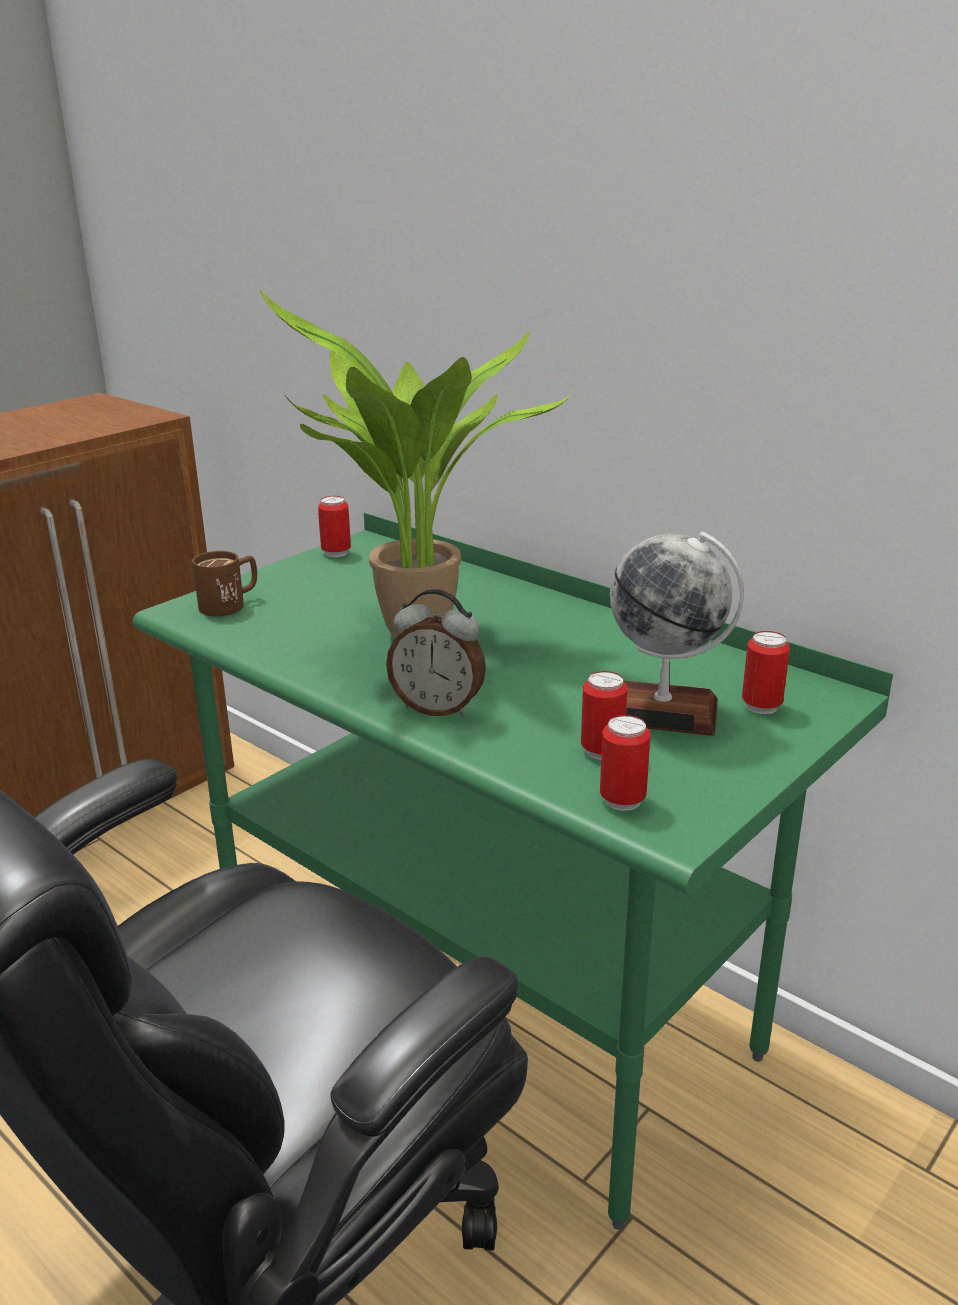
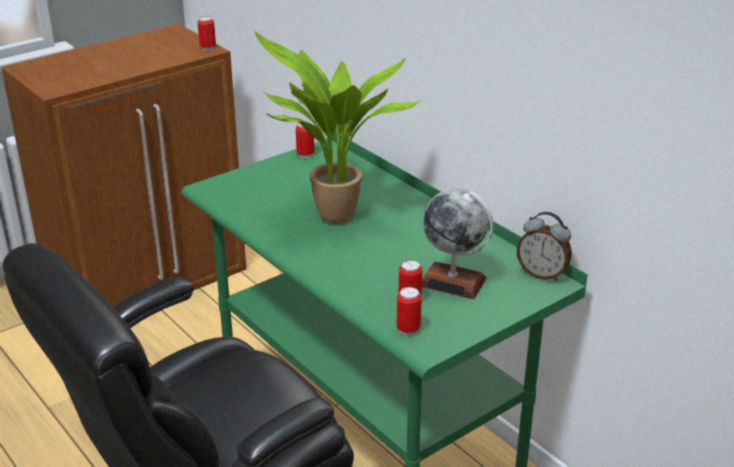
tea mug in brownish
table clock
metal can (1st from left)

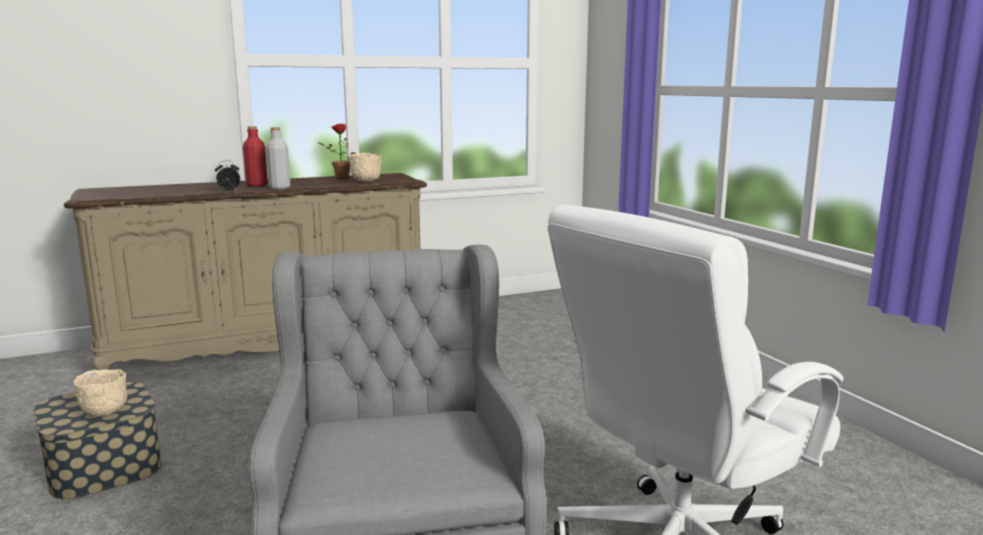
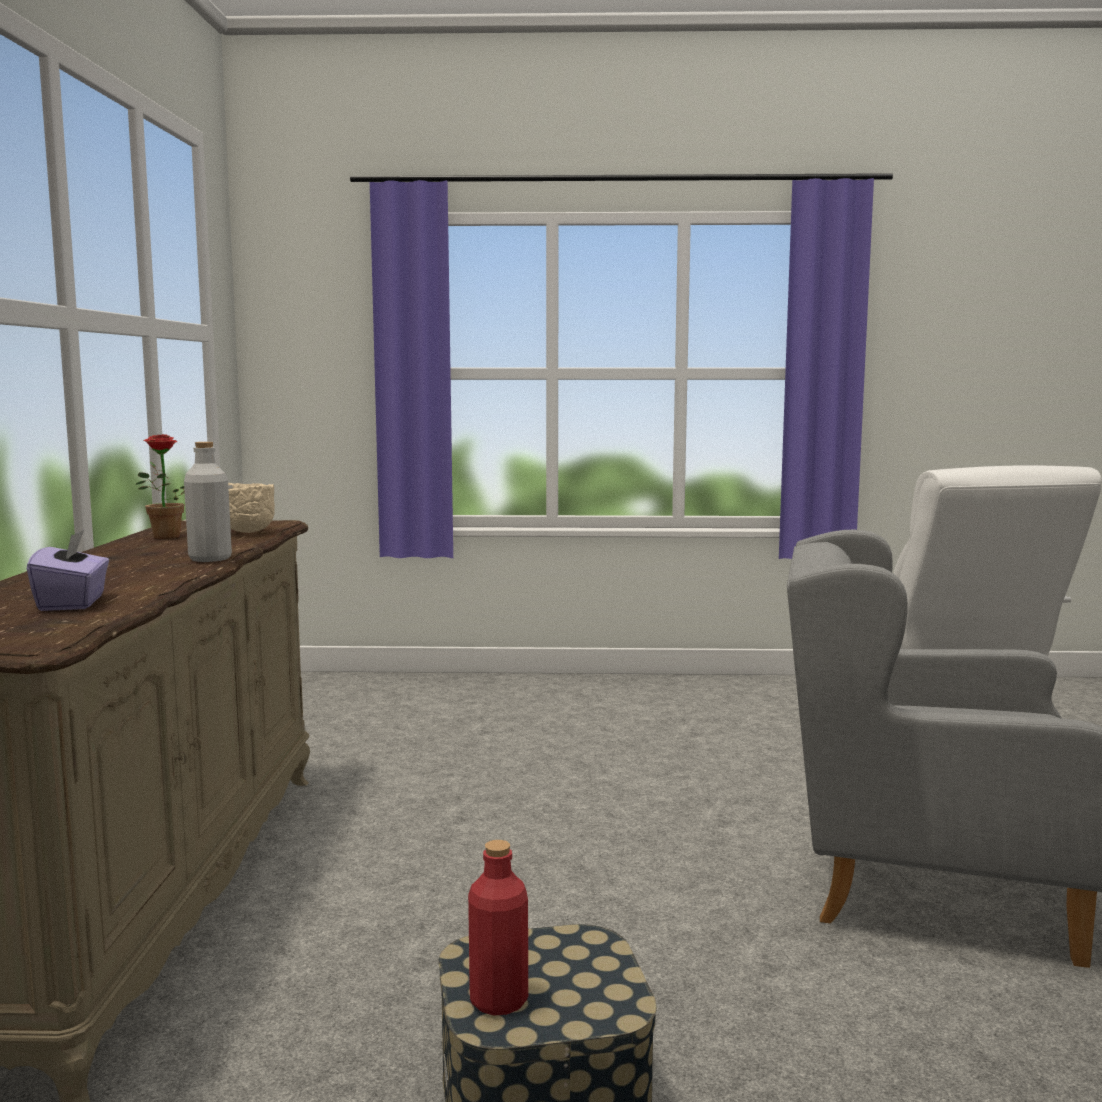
serving bowl in beige-coloured (1st from left in the first image)
table clock
bottle in red-coloured
tissue box in purplish

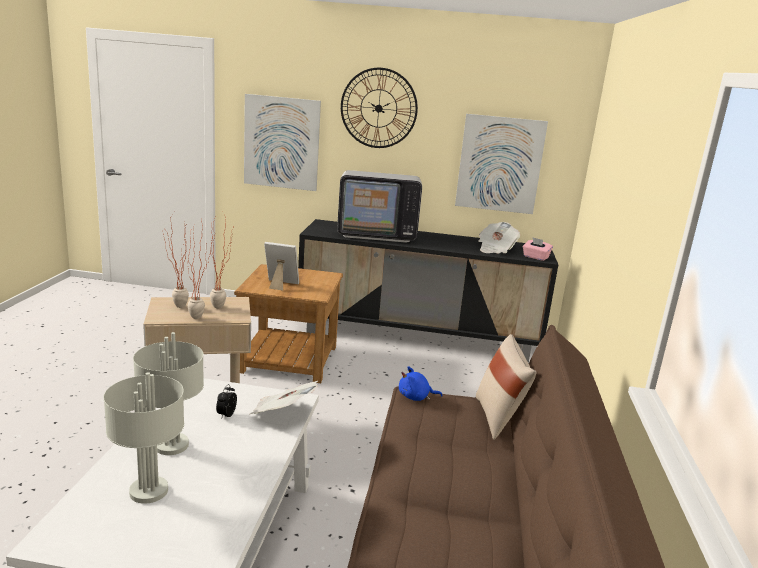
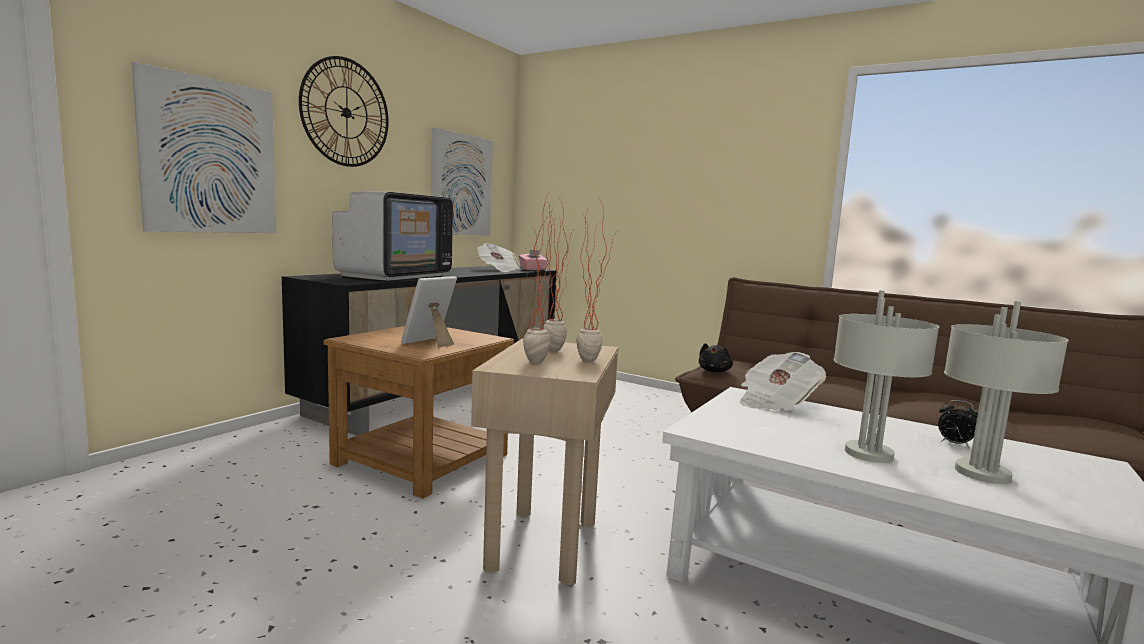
table clock
soft toy in blackish
throw pillow in beige-coloured

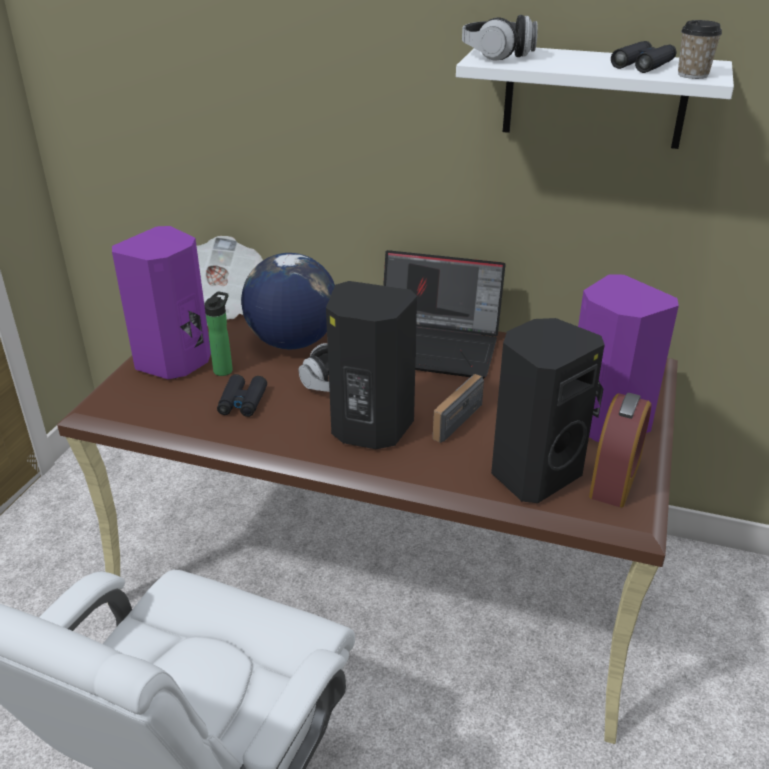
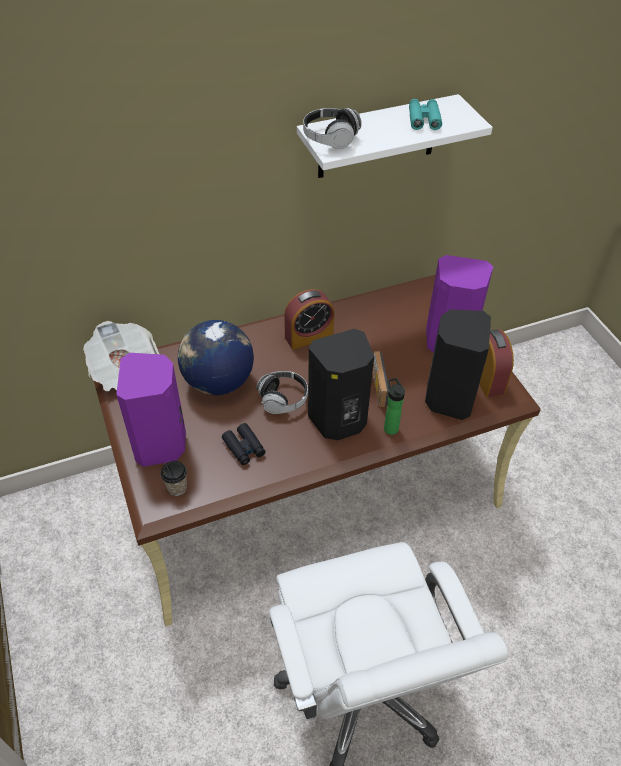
bottle
table clock (1st from left)
field glasses in blue-green
cup

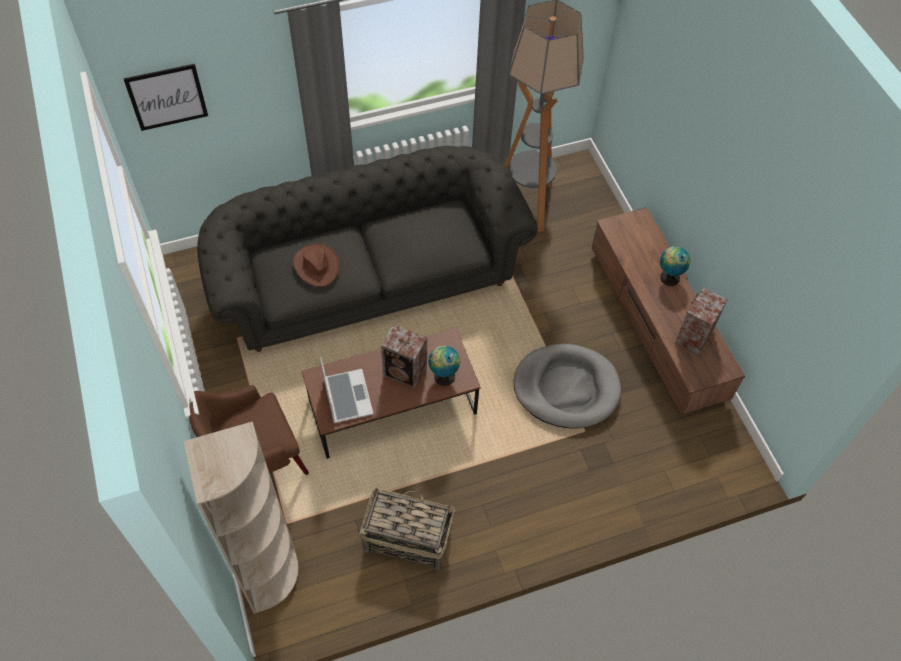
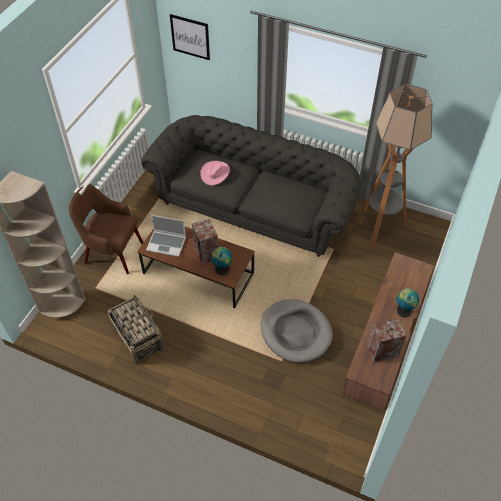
wearable hat in pink
laptop

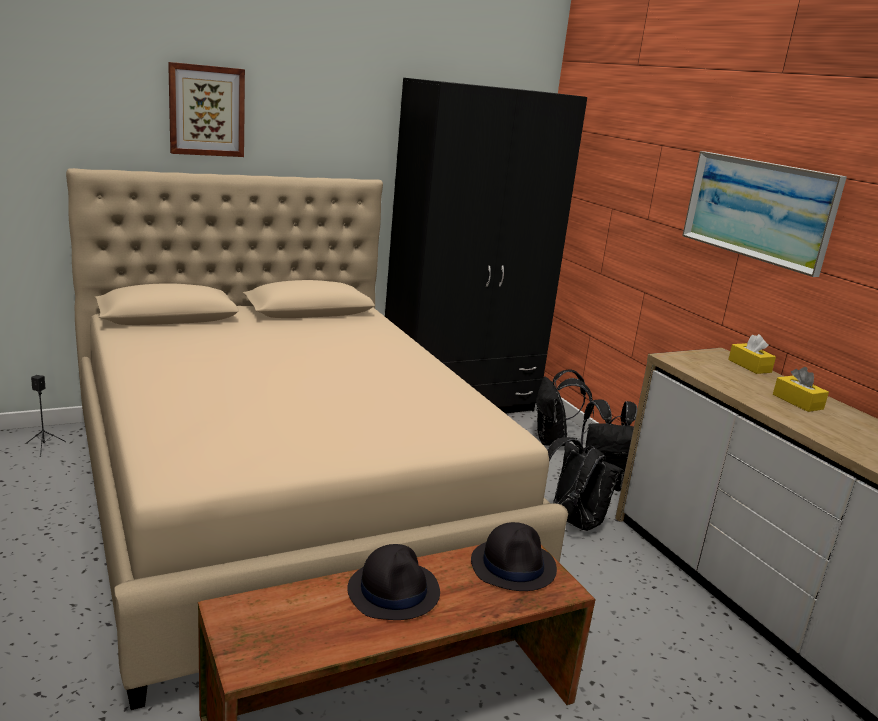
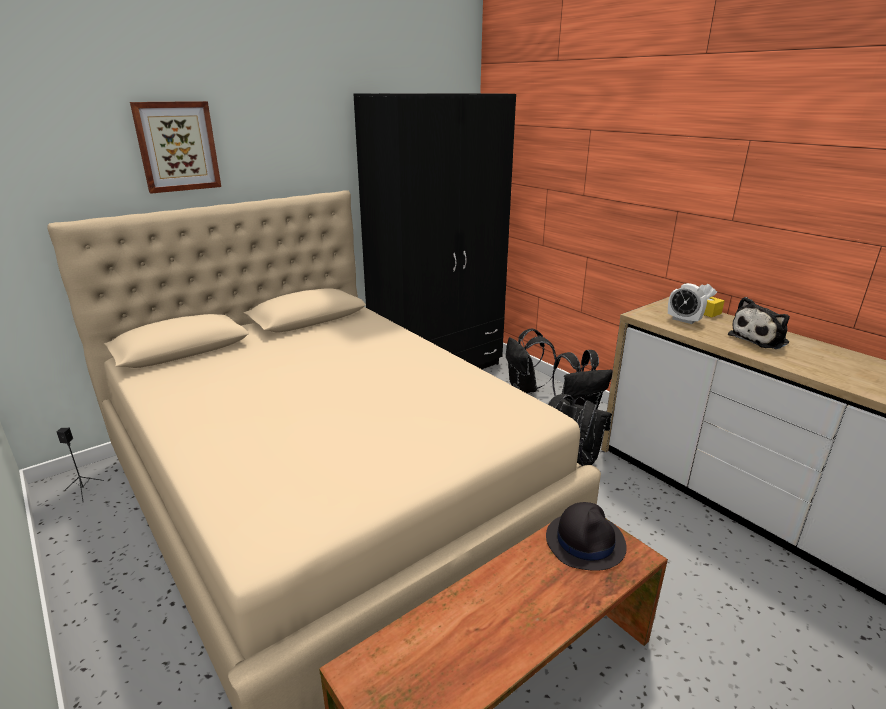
wearable hat in blackish (1st from left in the first image)
wall picture (2nd from left in the first image)
soft toy
table clock

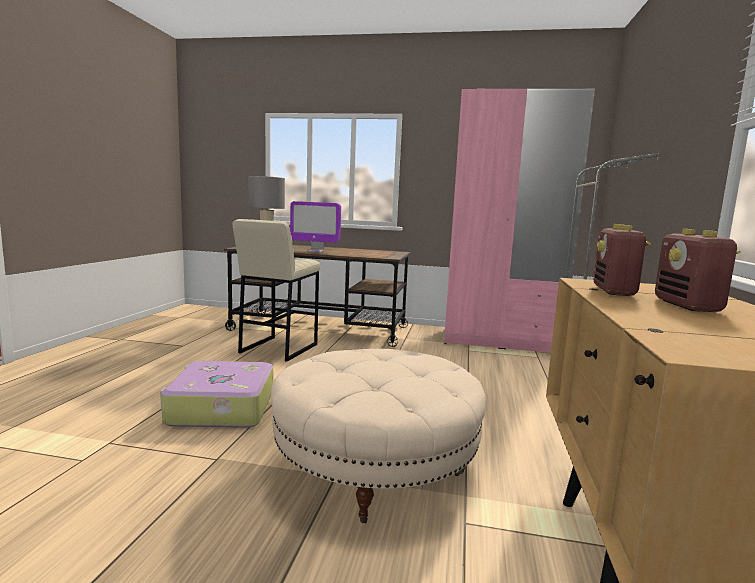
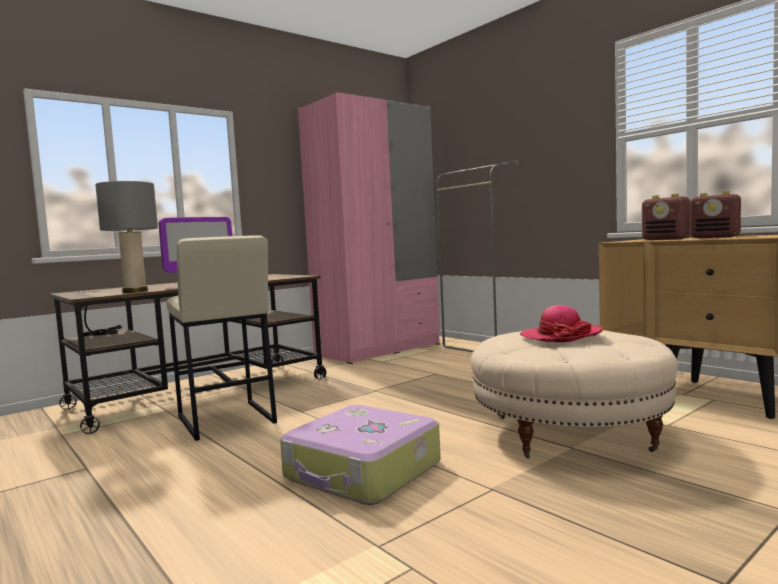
wearable hat

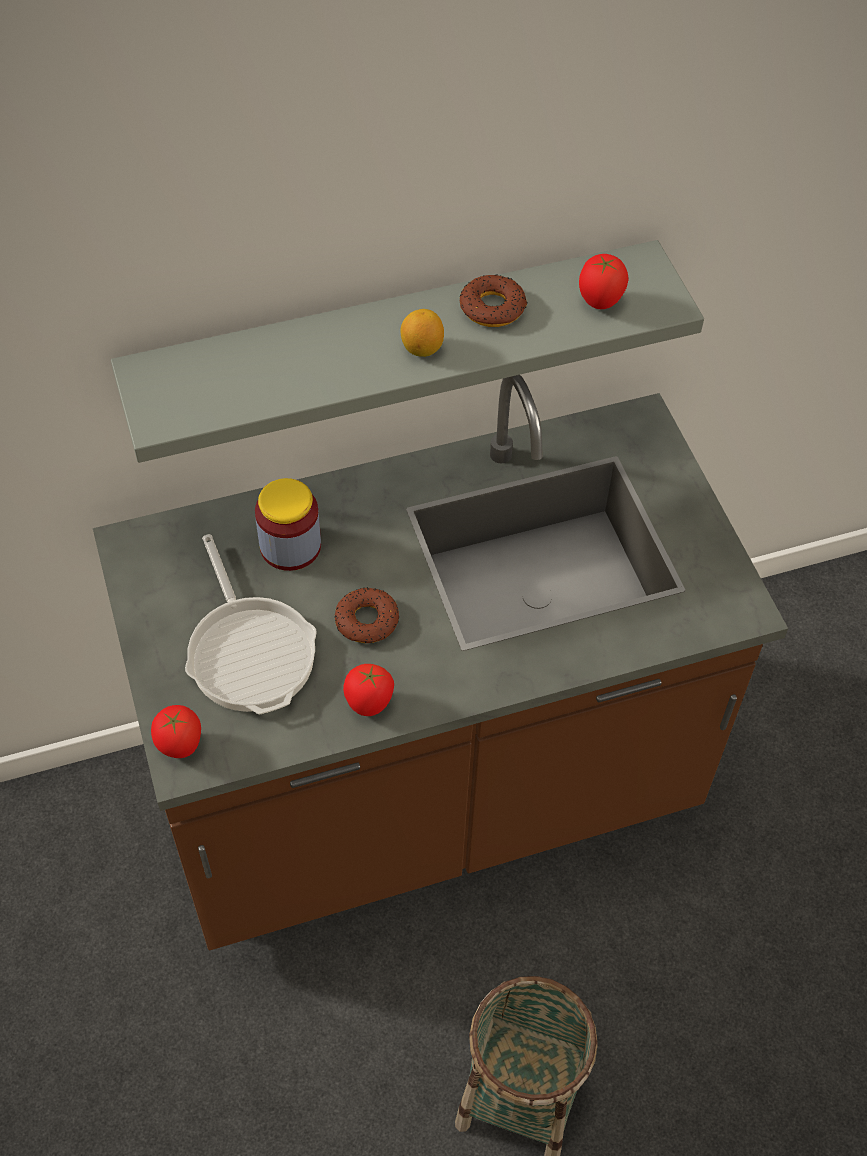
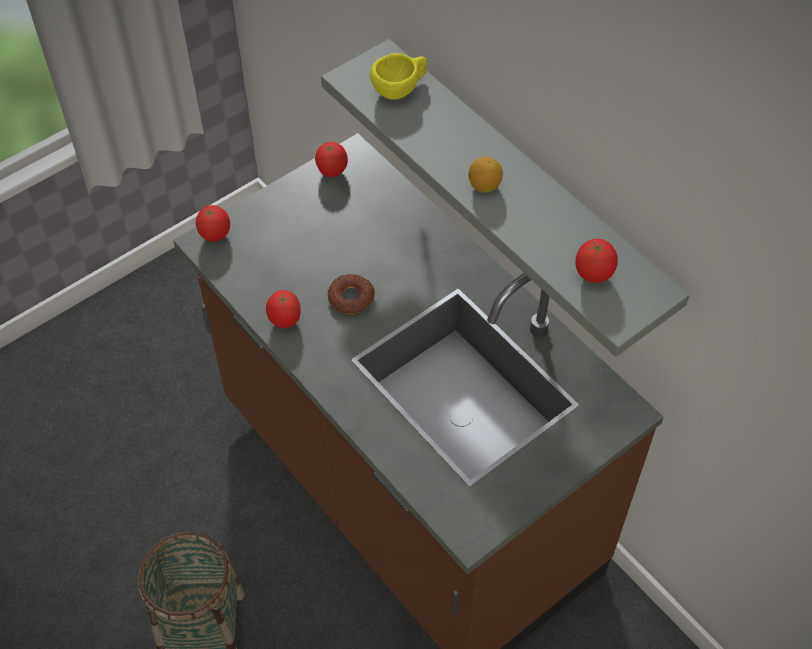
skillet
jar
ring doughnut (2nd from left in the first image)
tomato (3rd from left)
cup in yellow-coloured

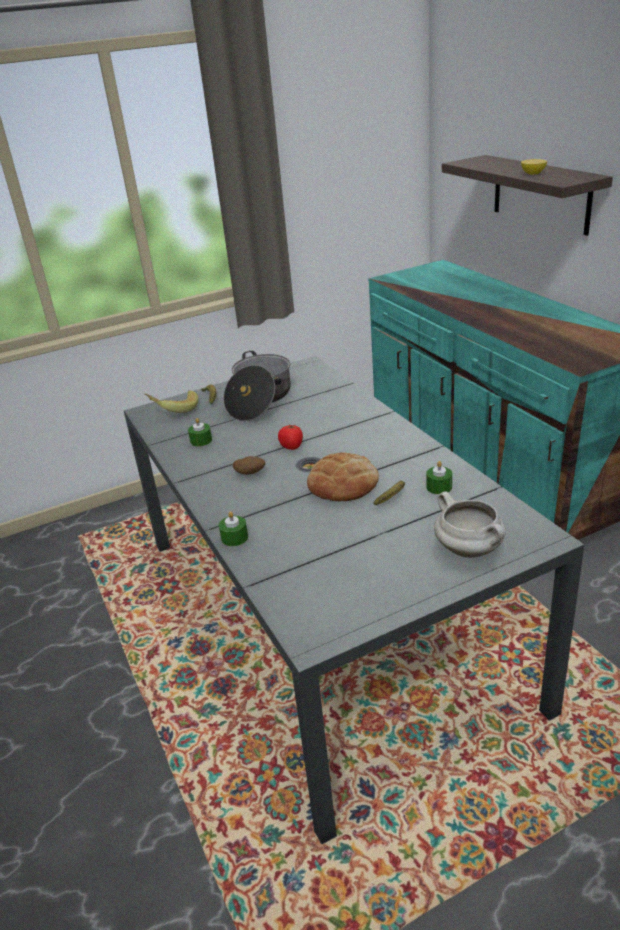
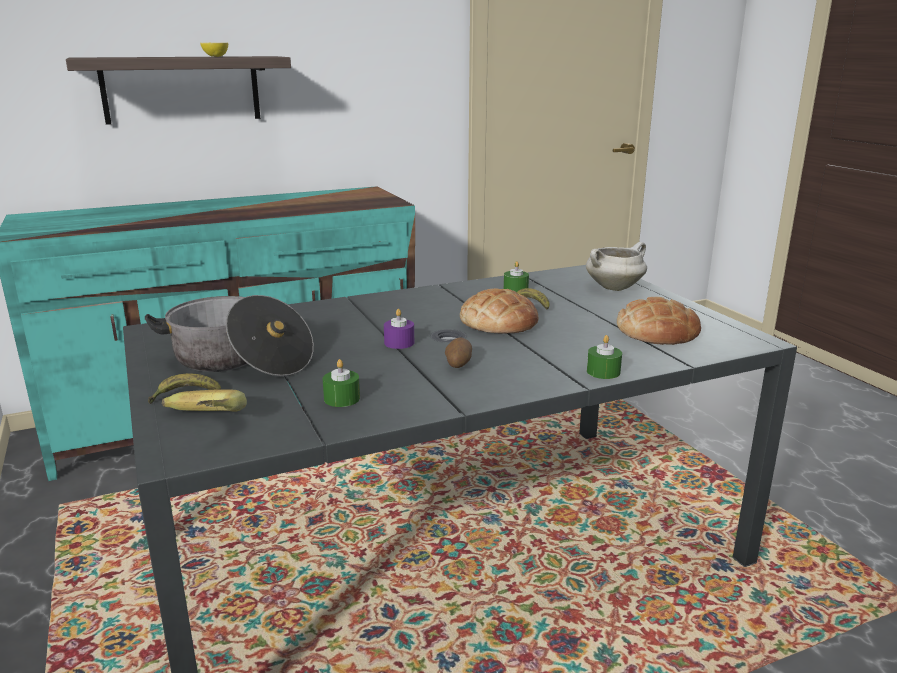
wax light in purplish
bread (2nd from left)

